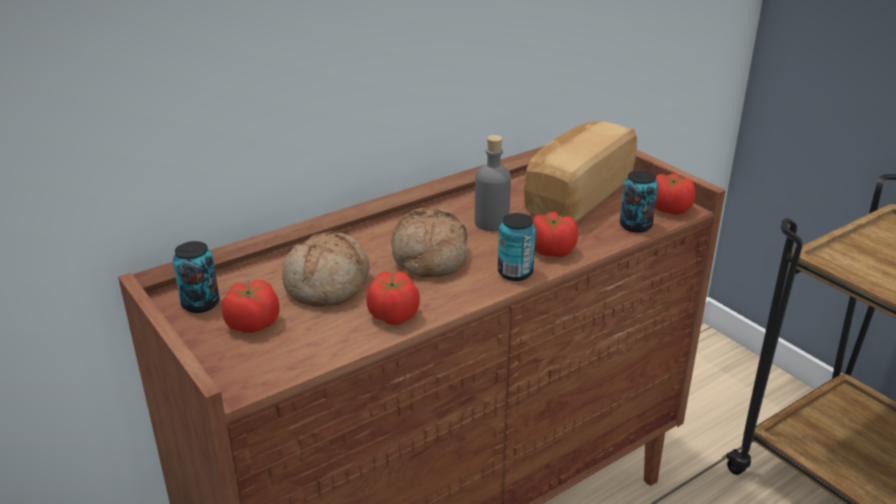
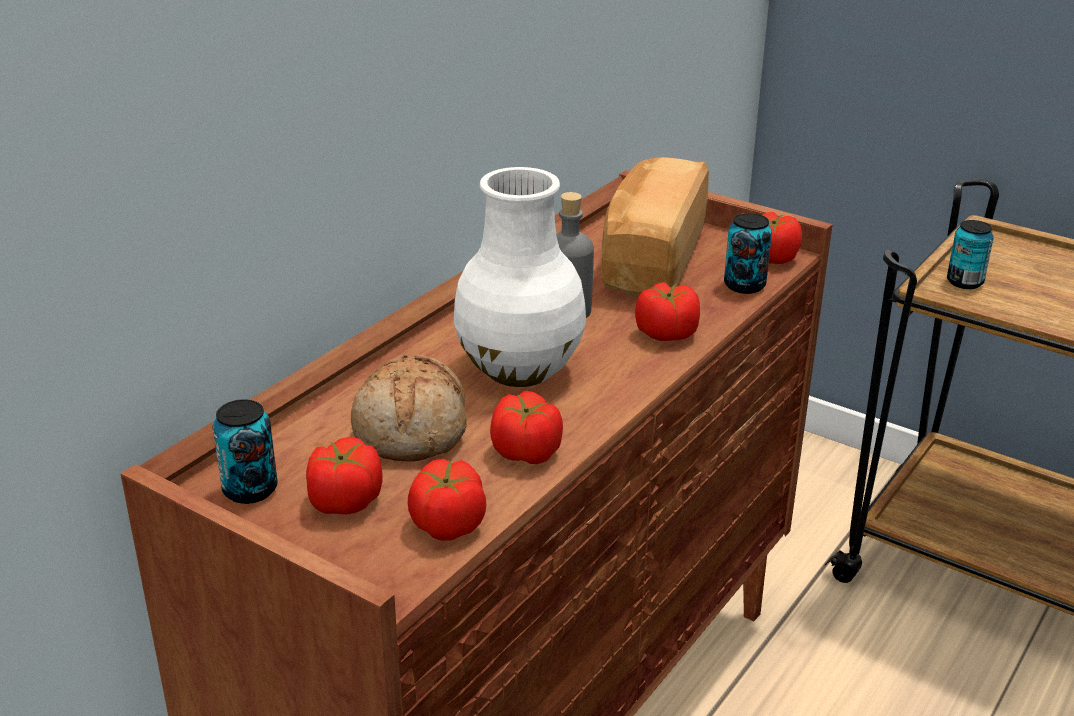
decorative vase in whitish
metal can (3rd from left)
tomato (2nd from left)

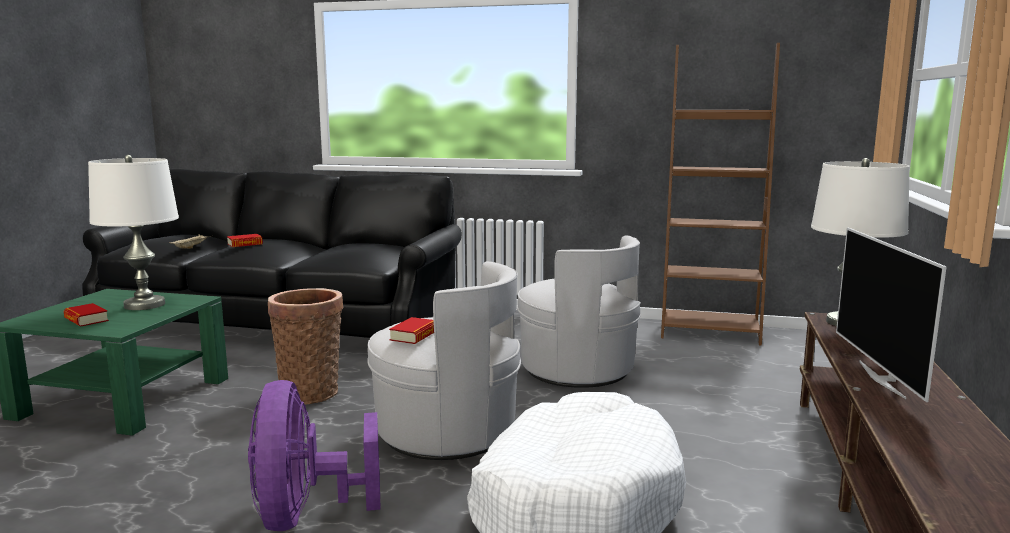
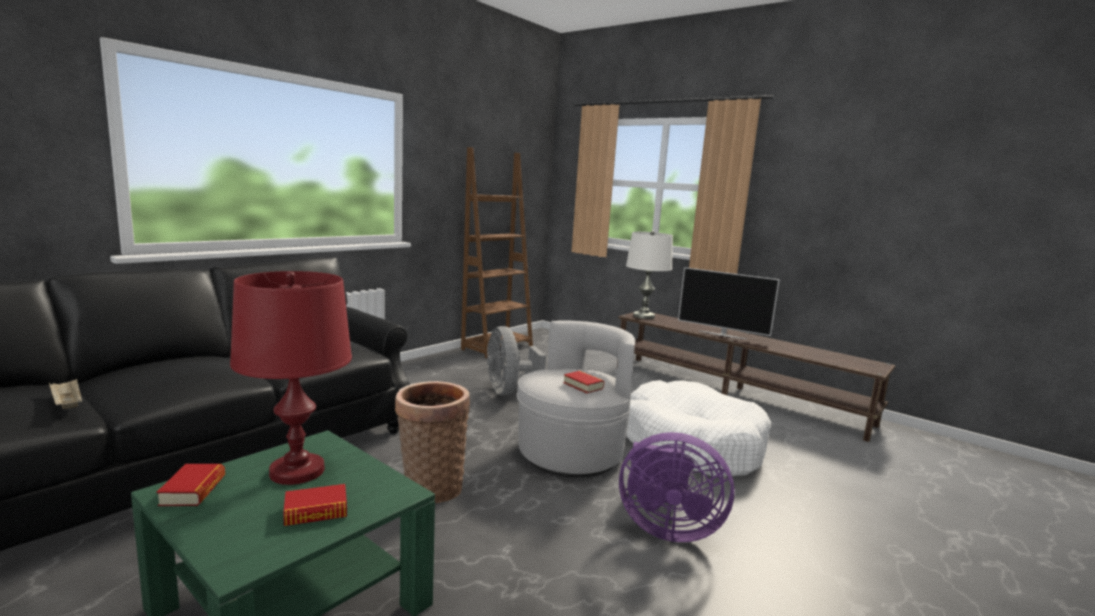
table lamp in red-coloured
book (1st from left)
cooling fan in greyish

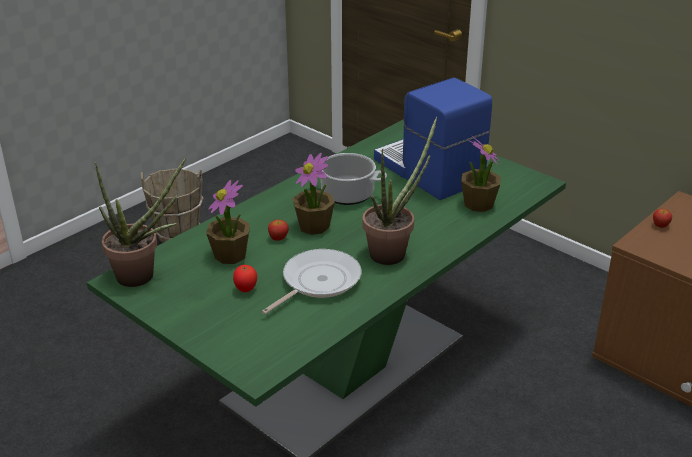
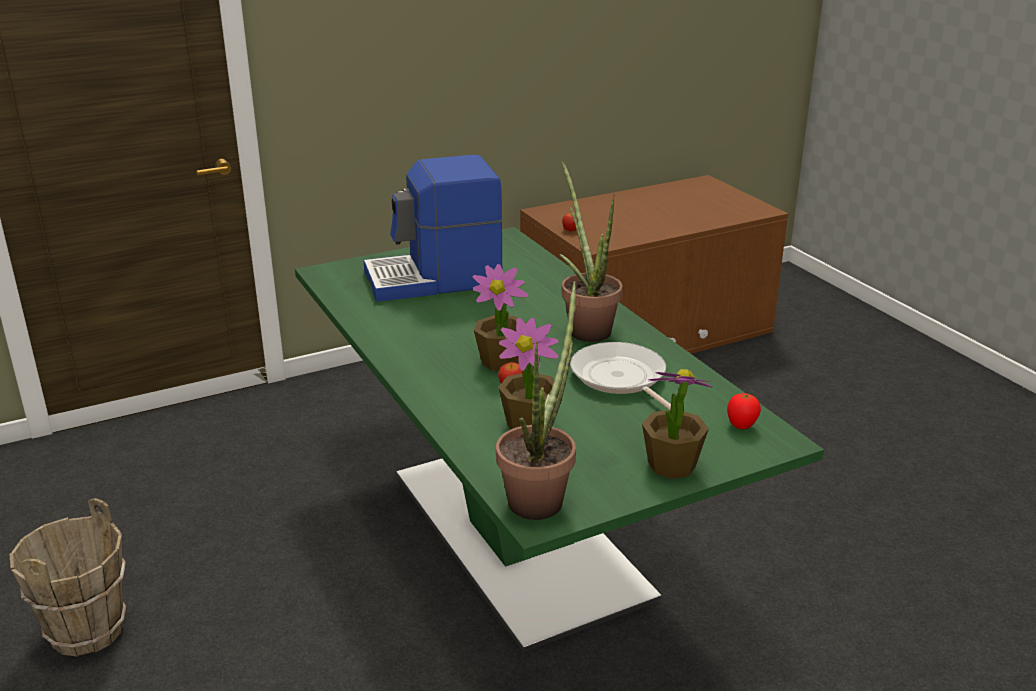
tomato
cooking pot
potted plant (5th from left)

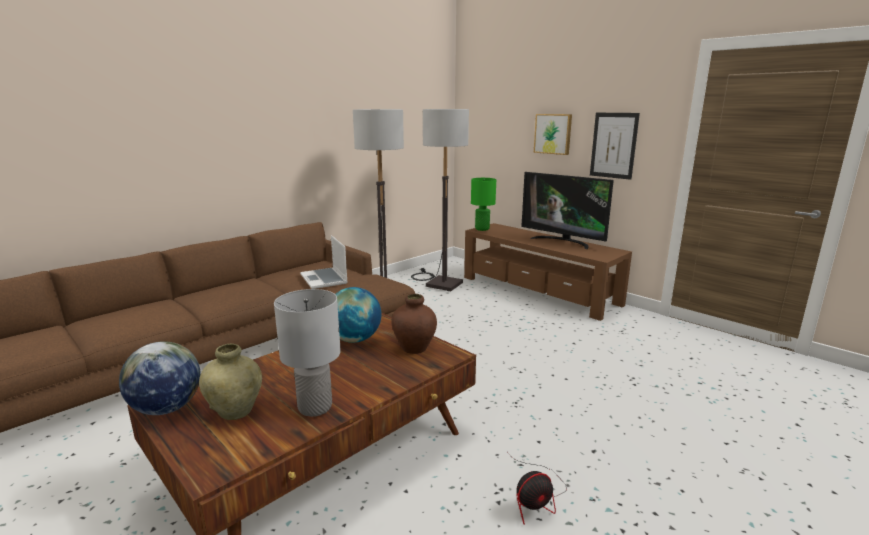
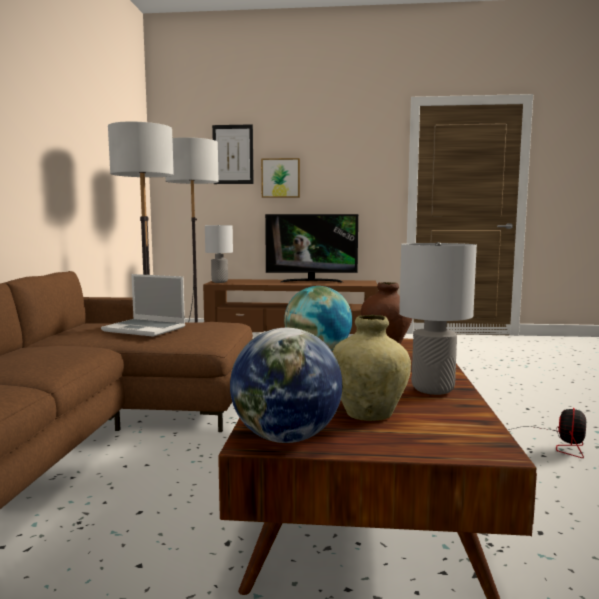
table lamp in greyish (1st from left)
wall picture (1st from left)

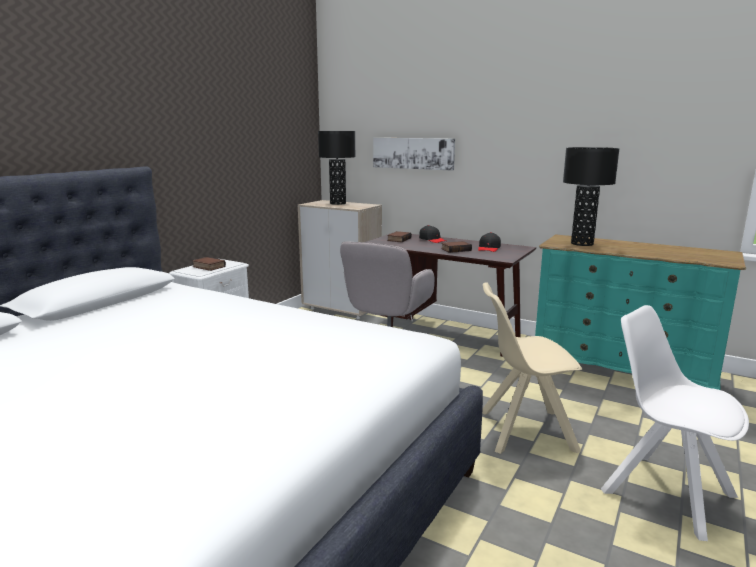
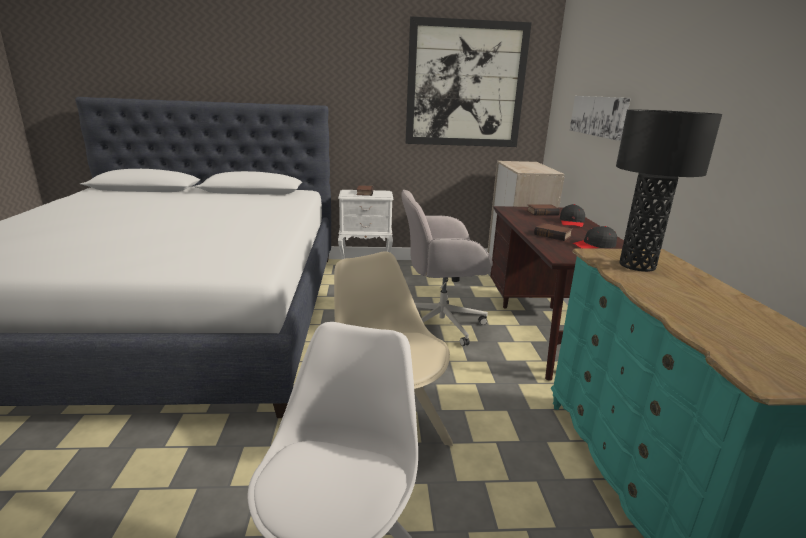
table lamp in blackish (1st from left in the first image)
wall picture (1st from left)

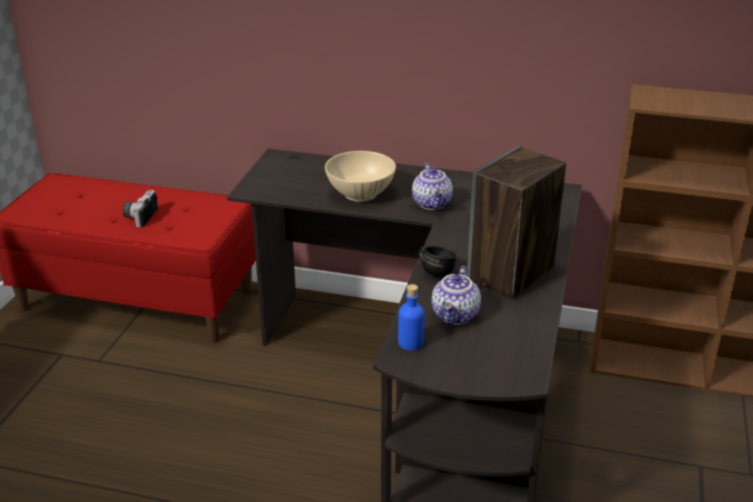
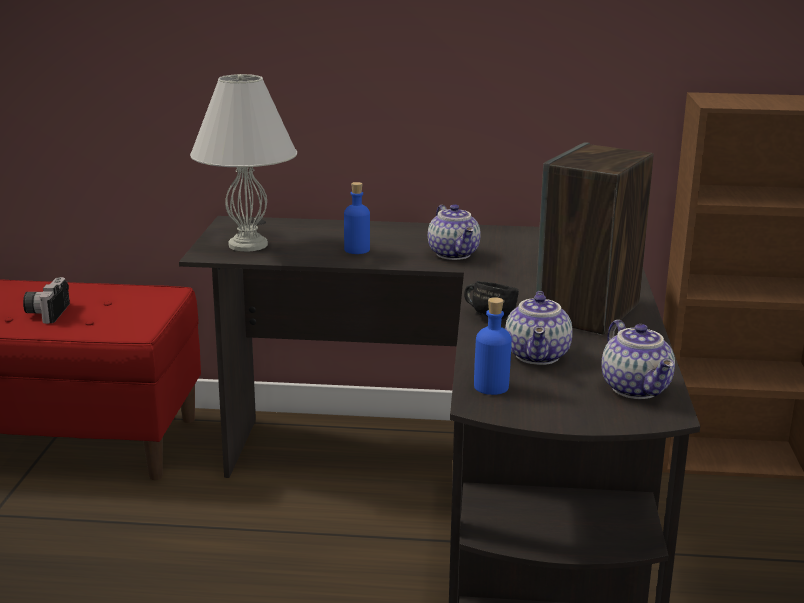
bottle in blue (1st from left)
table lamp in whitish
tea pot (3rd from left)

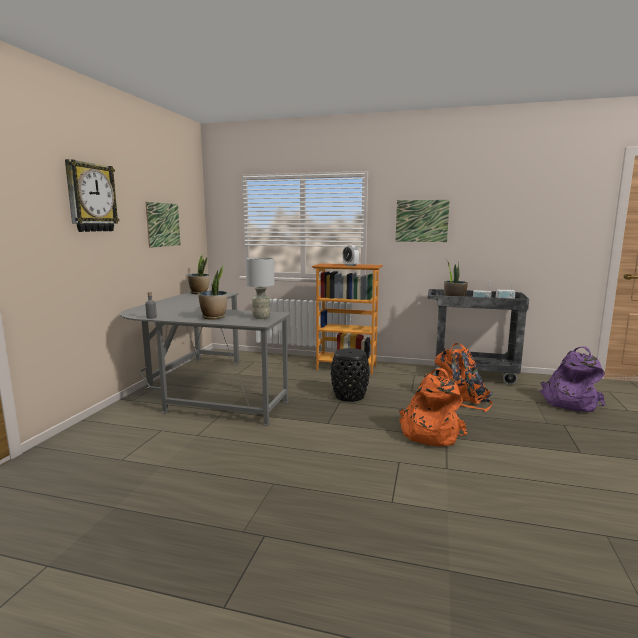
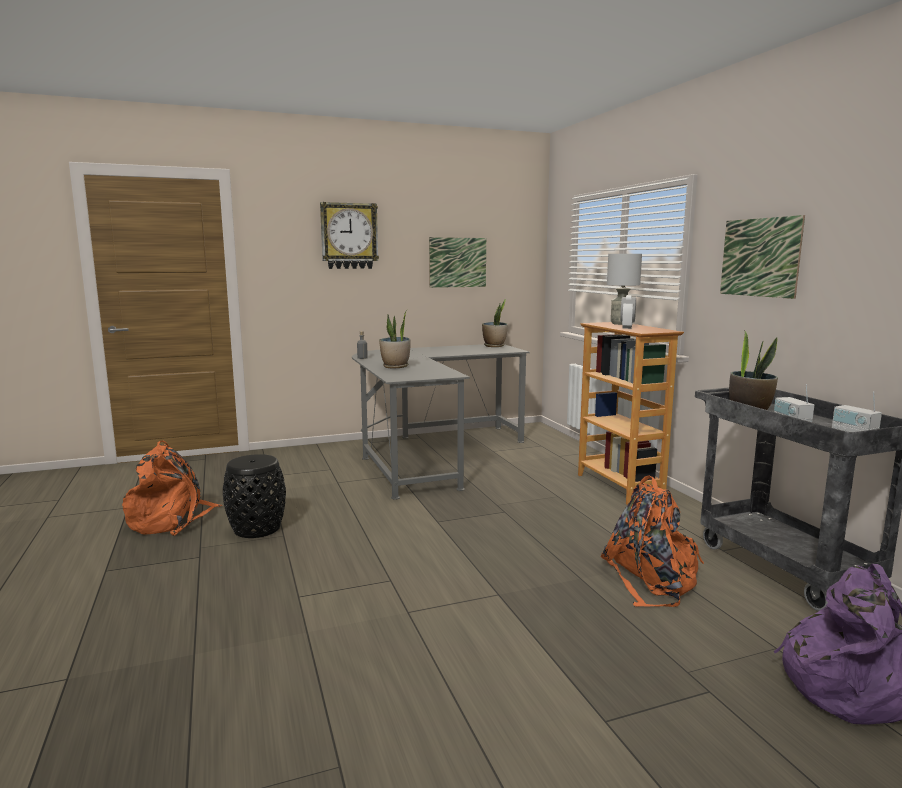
table lamp in greyish
sitting stool in blackish
backpack in orangey (1st from left)

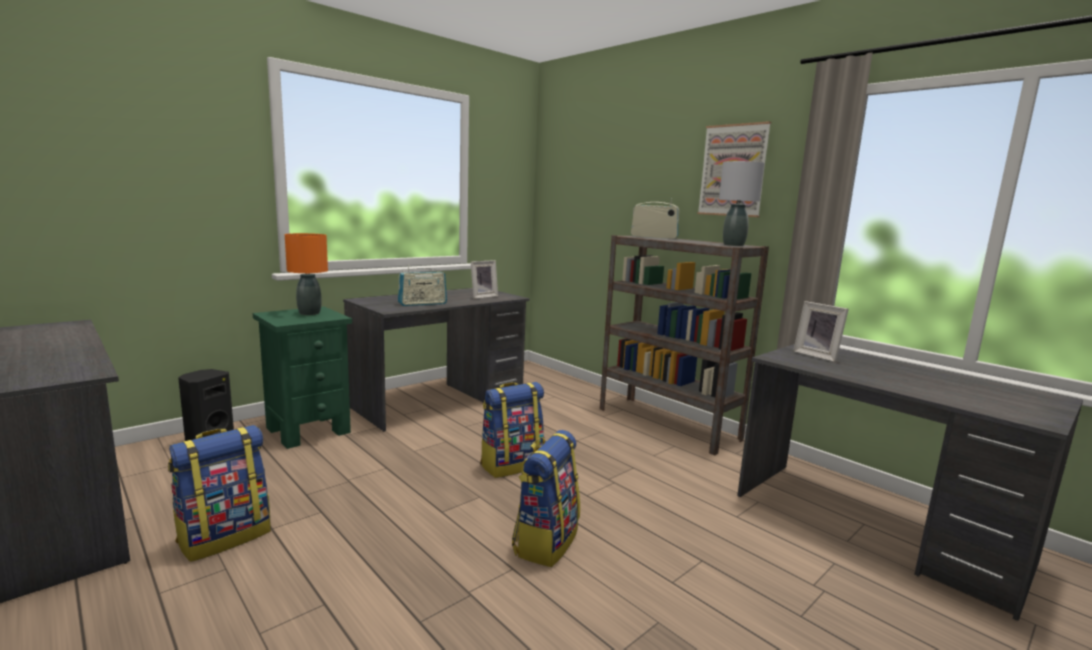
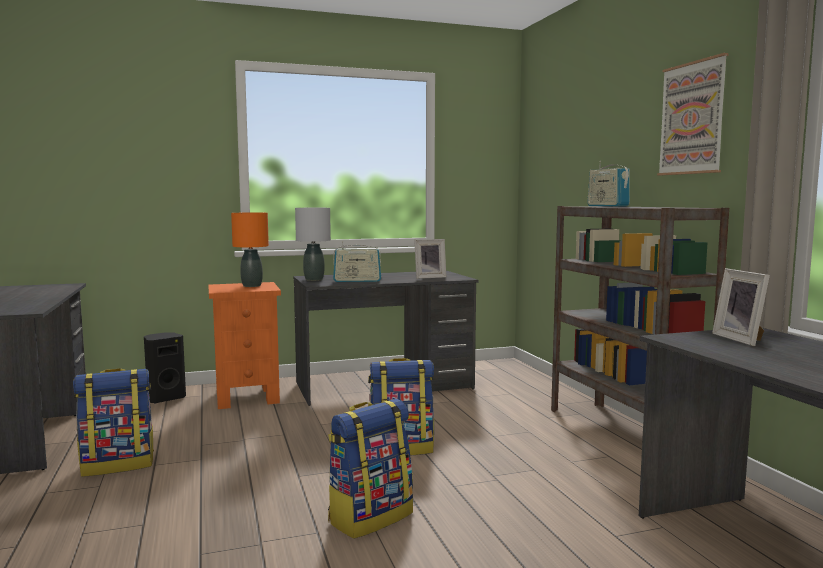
night table in orangey
radio set (2nd from left)
table lamp in greyish

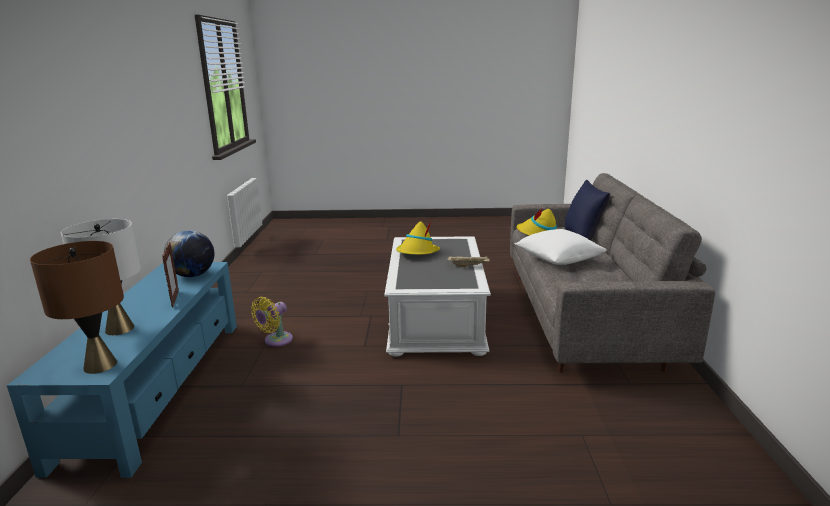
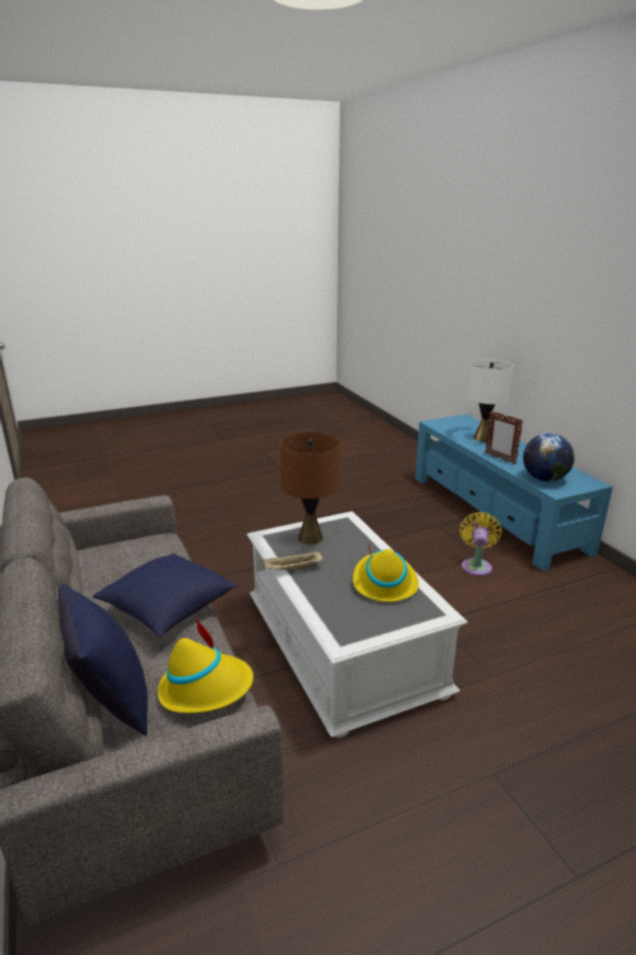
table lamp in brownish
throw pillow in blue (2nd from left)

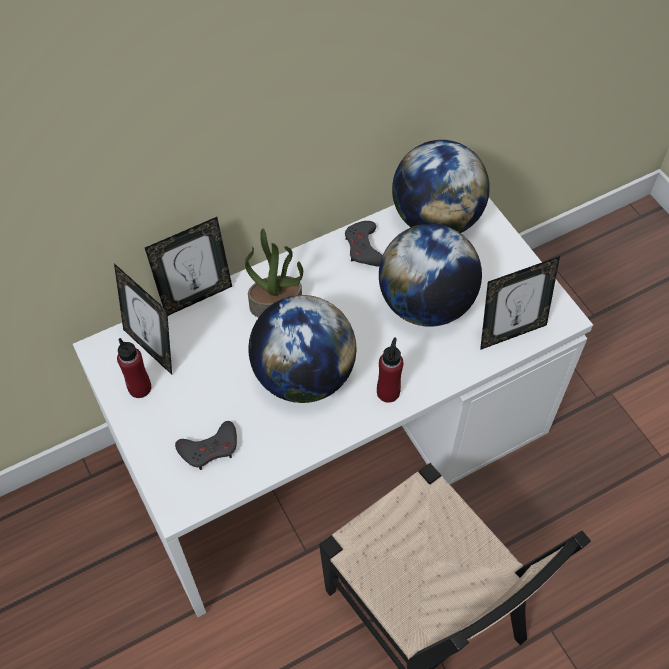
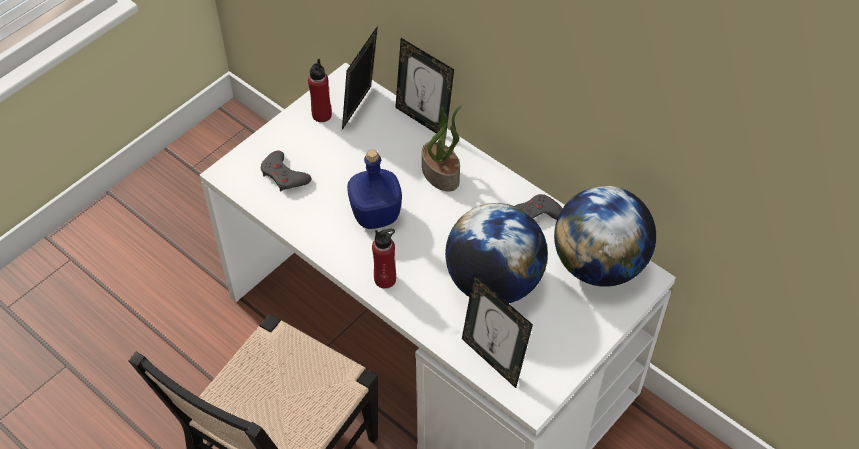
bottle in blue

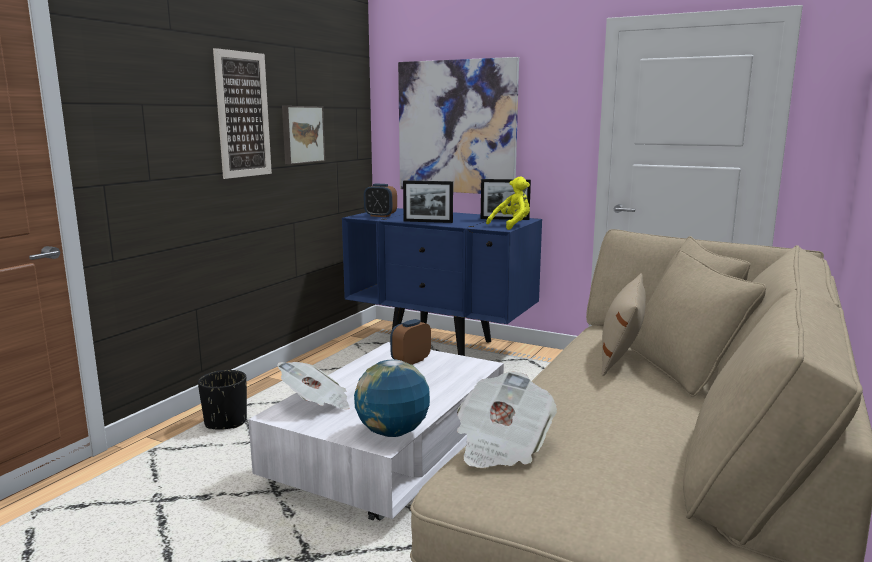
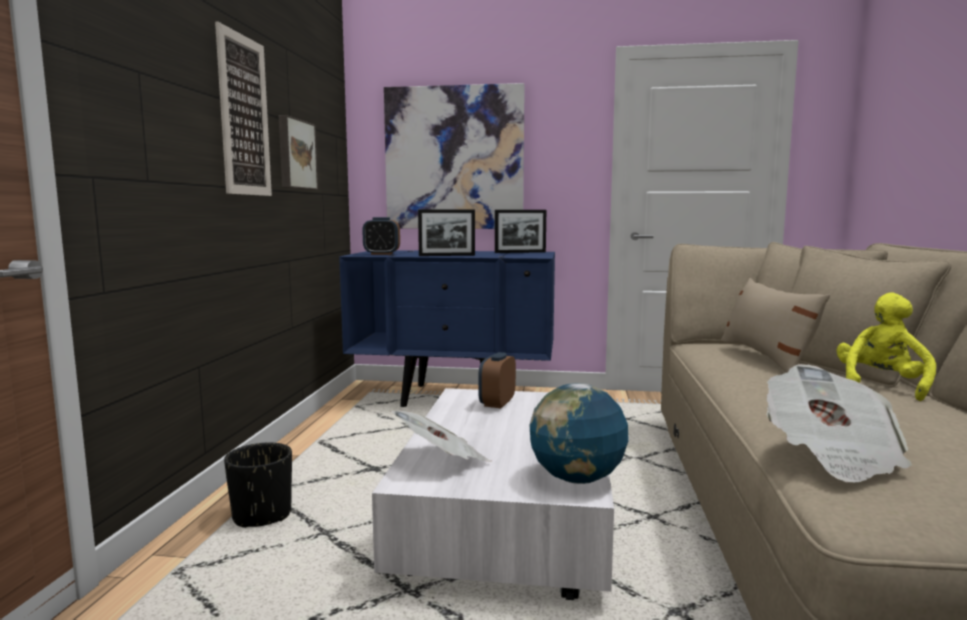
soft toy in yellow-coloured

